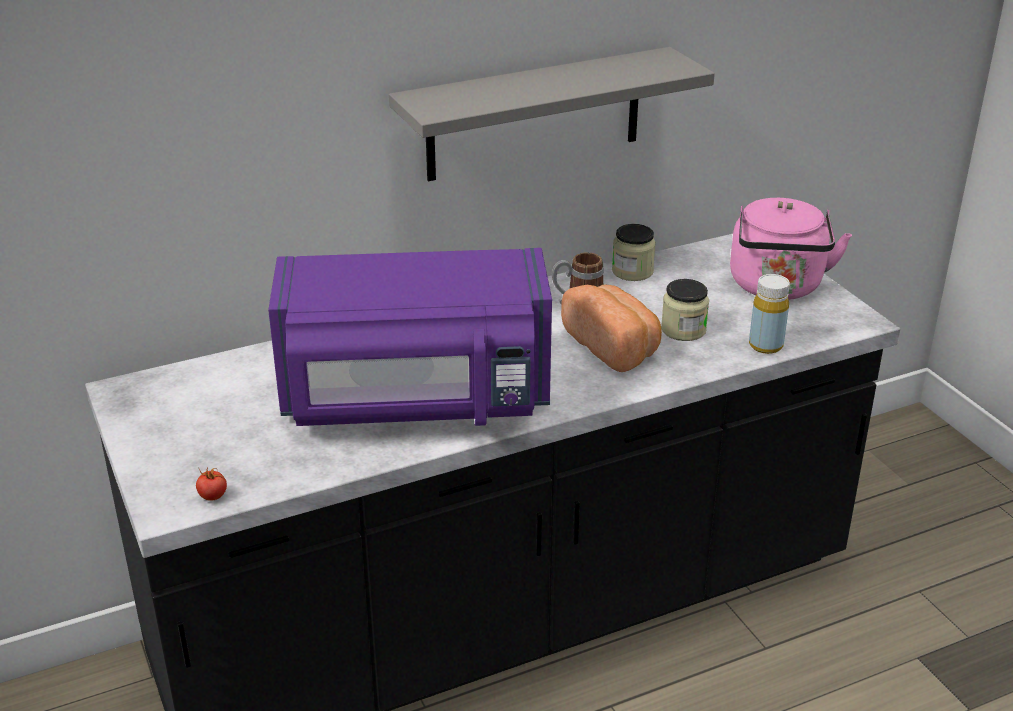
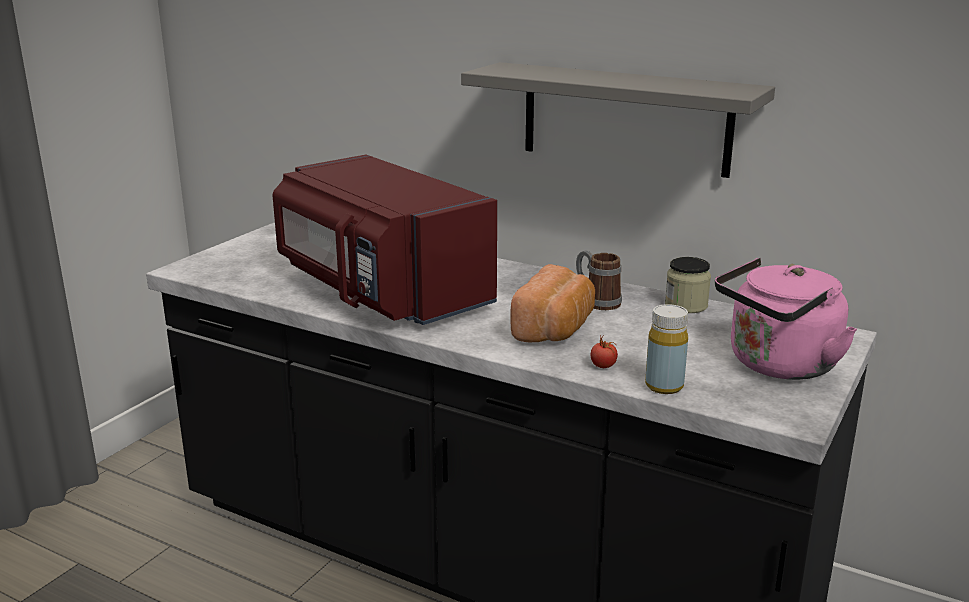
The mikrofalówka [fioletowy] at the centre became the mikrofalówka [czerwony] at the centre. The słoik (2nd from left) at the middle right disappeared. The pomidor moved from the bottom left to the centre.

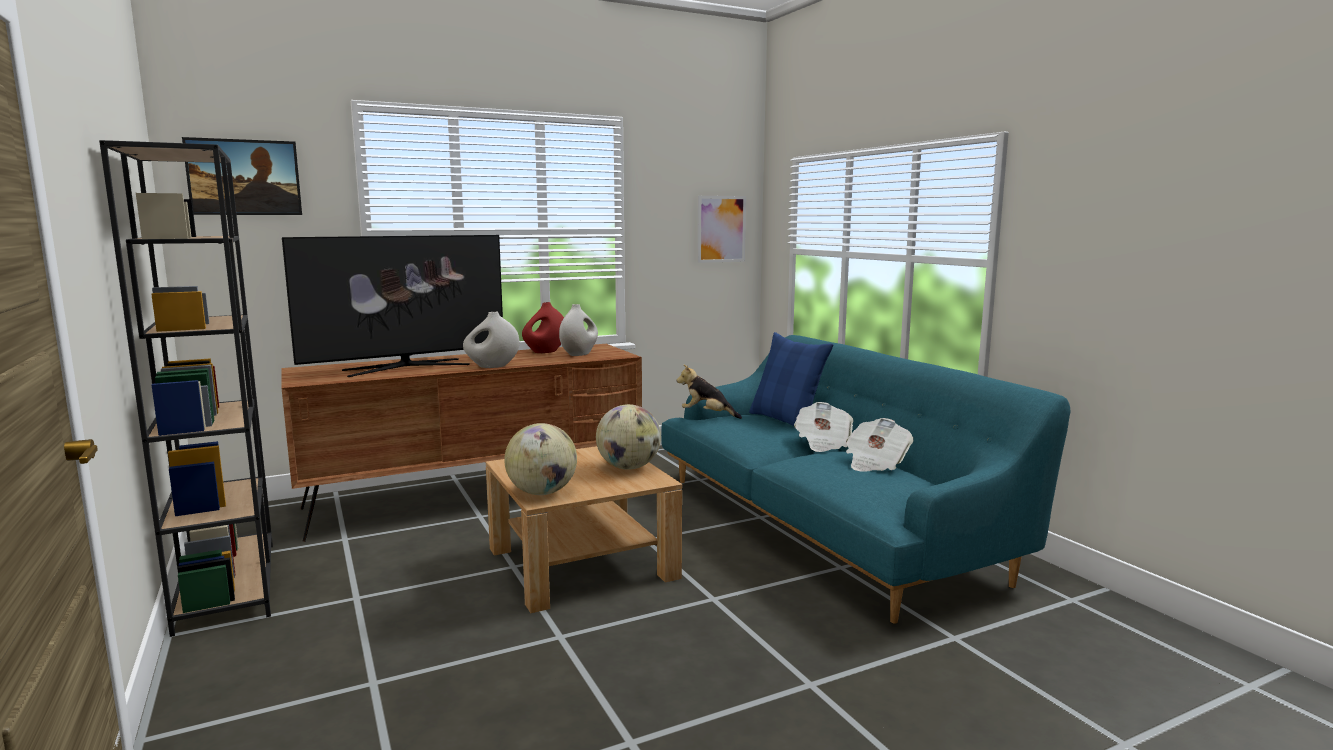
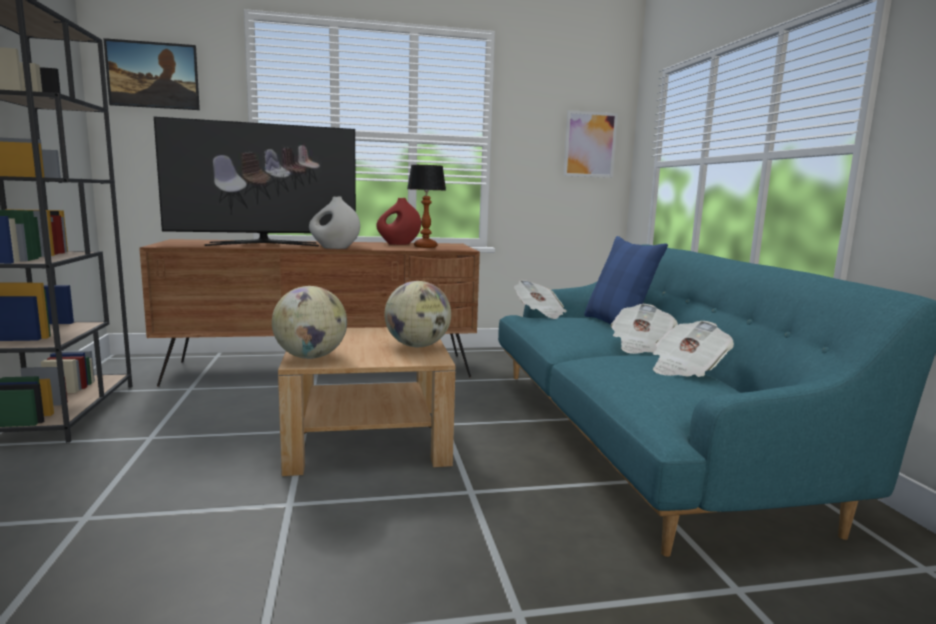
The wazon [biały] (2nd from left) at the centre was replaced by the lampa stołowa at the top centre. The pluszak at the centre was replaced by the gazeta (1st from left) at the centre.

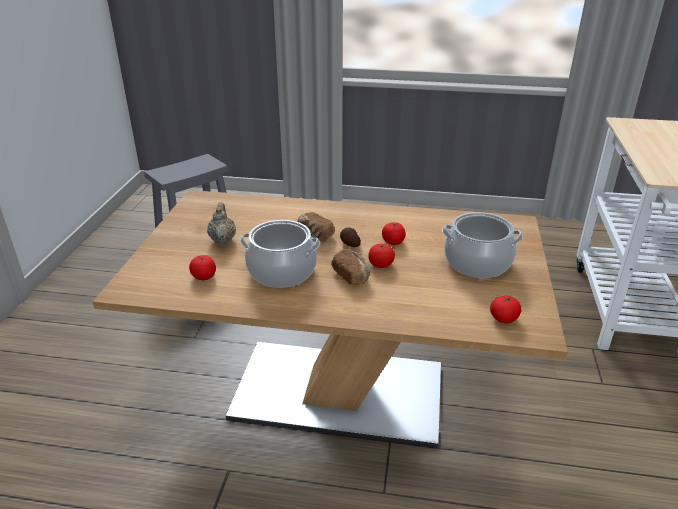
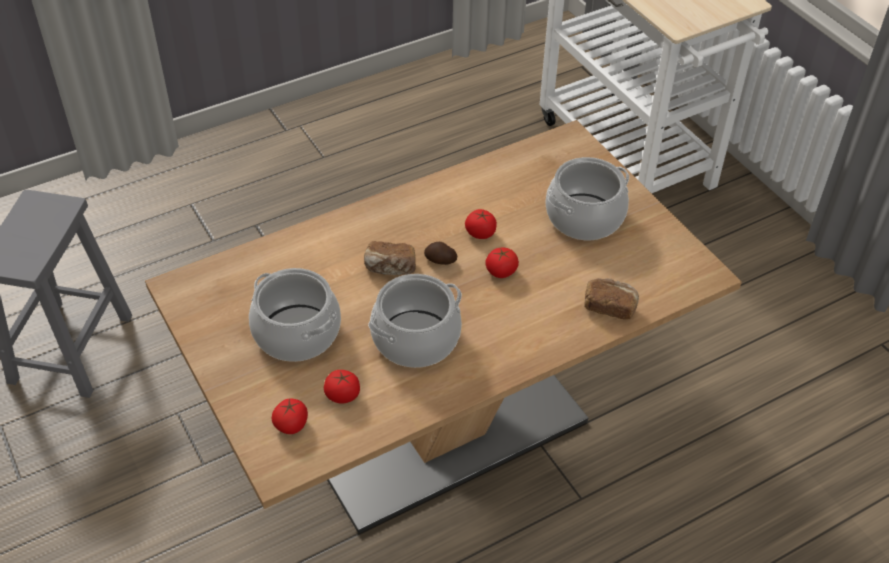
The imbryk [beżowy] at the middle left was replaced by the garnek (1st from left) at the middle left. The chleb (2nd from left) moved from the centre to the middle right. The pomidor (4th from left in the first image) moved from the middle right to the bottom left.

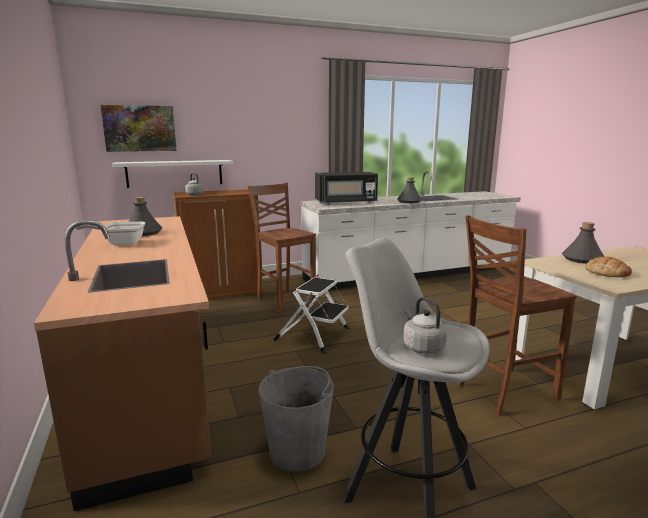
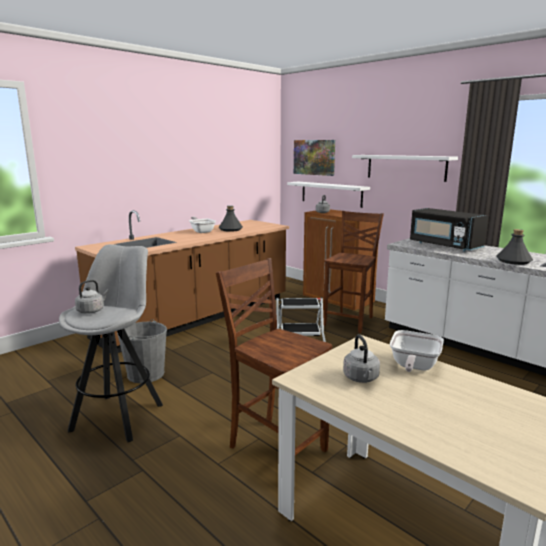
The butelka [szary] (3rd from left) at the middle right was replaced by the patelnia (2nd from left) at the middle right. The chleb at the middle right was replaced by the czajnik [szary] (3rd from left) at the centre. The półka [biały] (2nd from left) at the top right appeared.

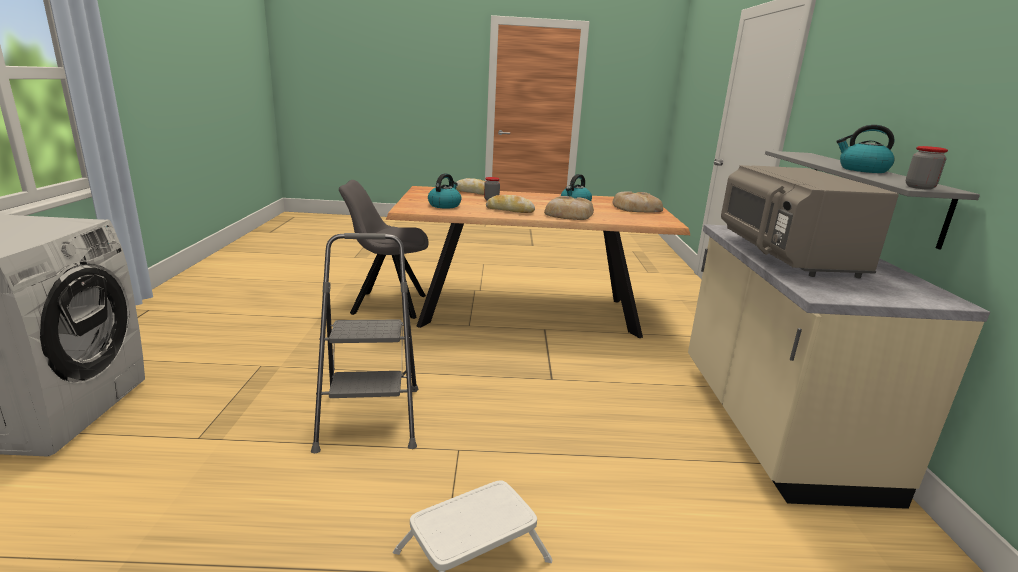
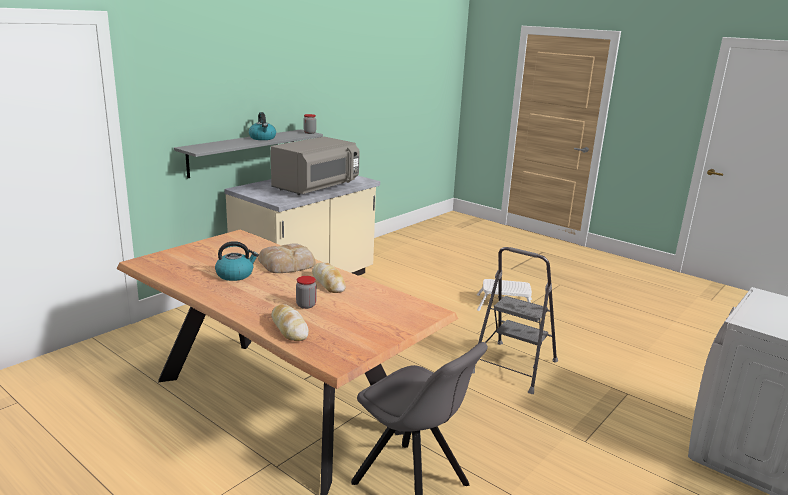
The czajnik (1st from left) at the centre disappeared. The chleb (4th from left) at the centre disappeared.

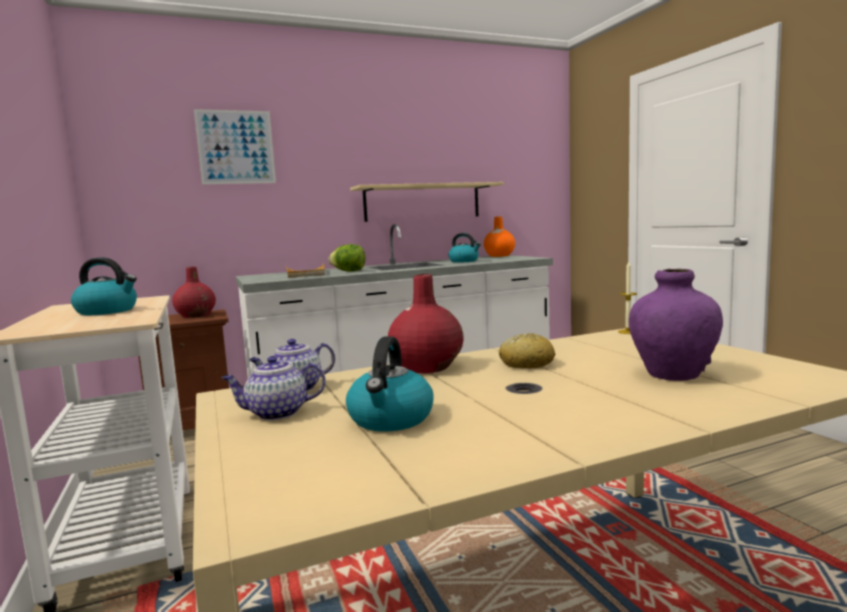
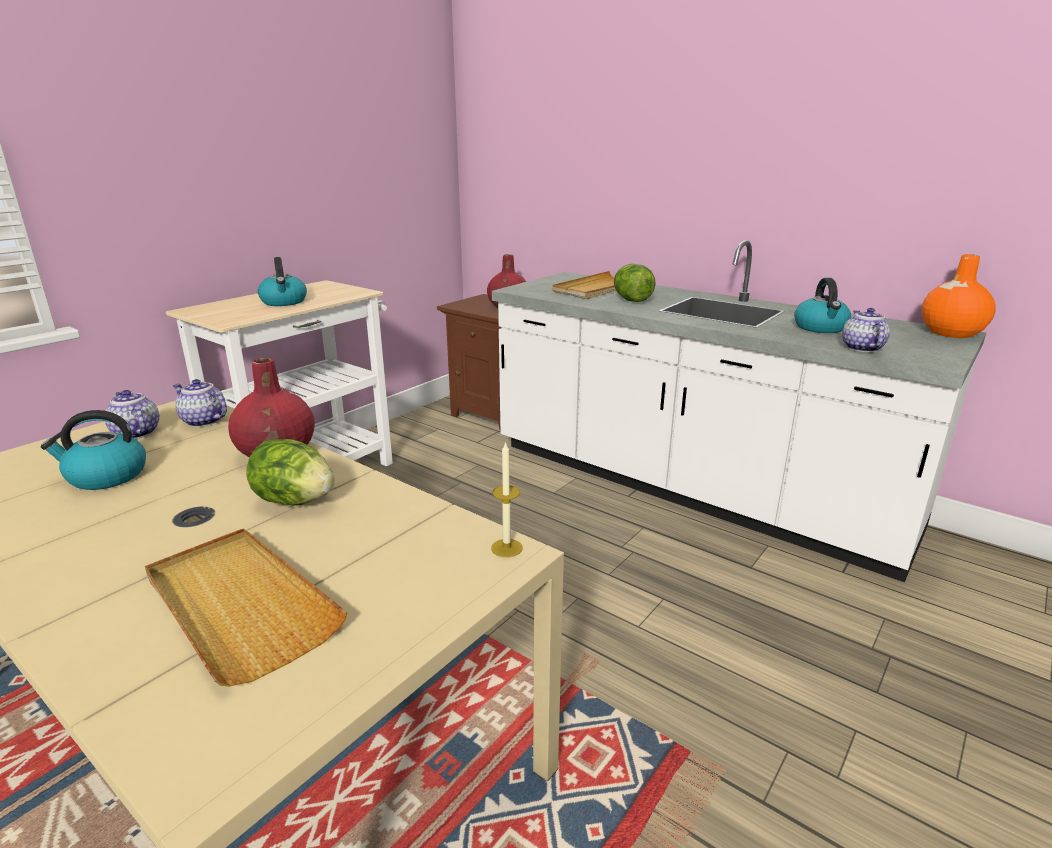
The obraz at the top left disappeared. The półka [beżowy] at the top centre disappeared. The wazon [fioletowy] at the middle right was replaced by the taca [beżowy] (1st from left) at the bottom left. The chleb at the centre was replaced by the sałata (1st from left) at the middle left. The imbryk (3rd from left) at the middle right appeared.

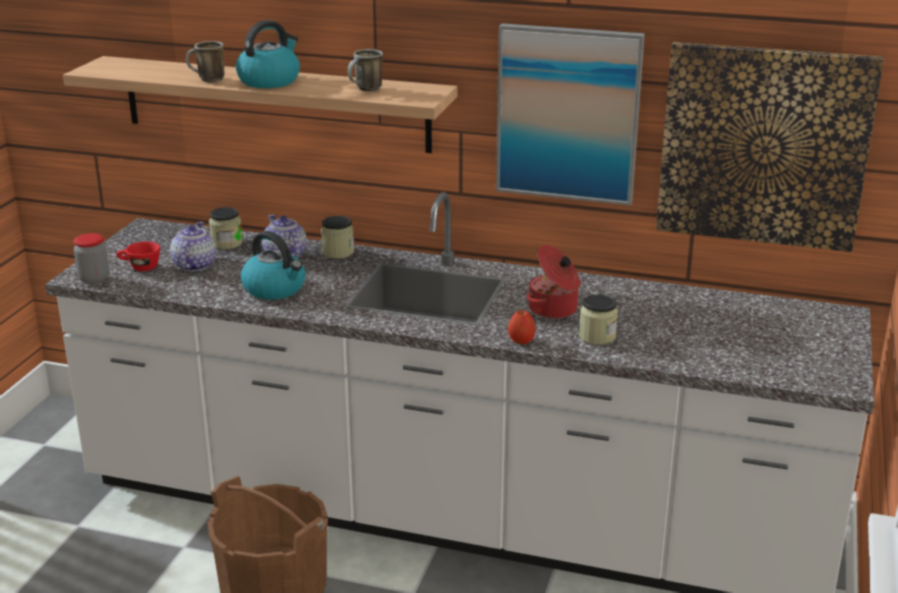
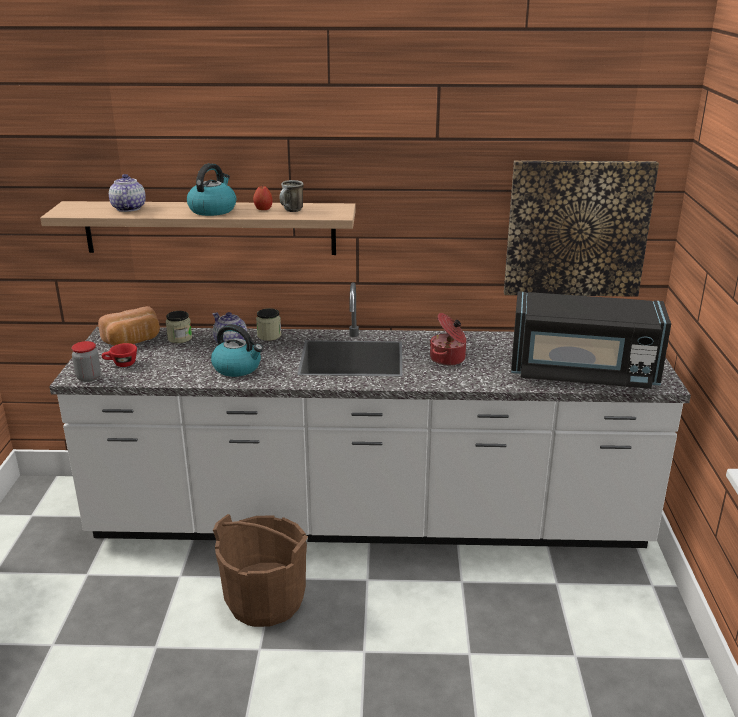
The obraz (1st from left) at the top centre disappeared. The kubek (1st from left) at the top left disappeared. The imbryk (1st from left) moved from the middle left to the top left. The słoik (4th from left) at the centre disappeared. The jabłko moved from the centre to the top centre. The mikrofalówka [czarny] at the middle right appeared. The chleb at the middle left appeared.

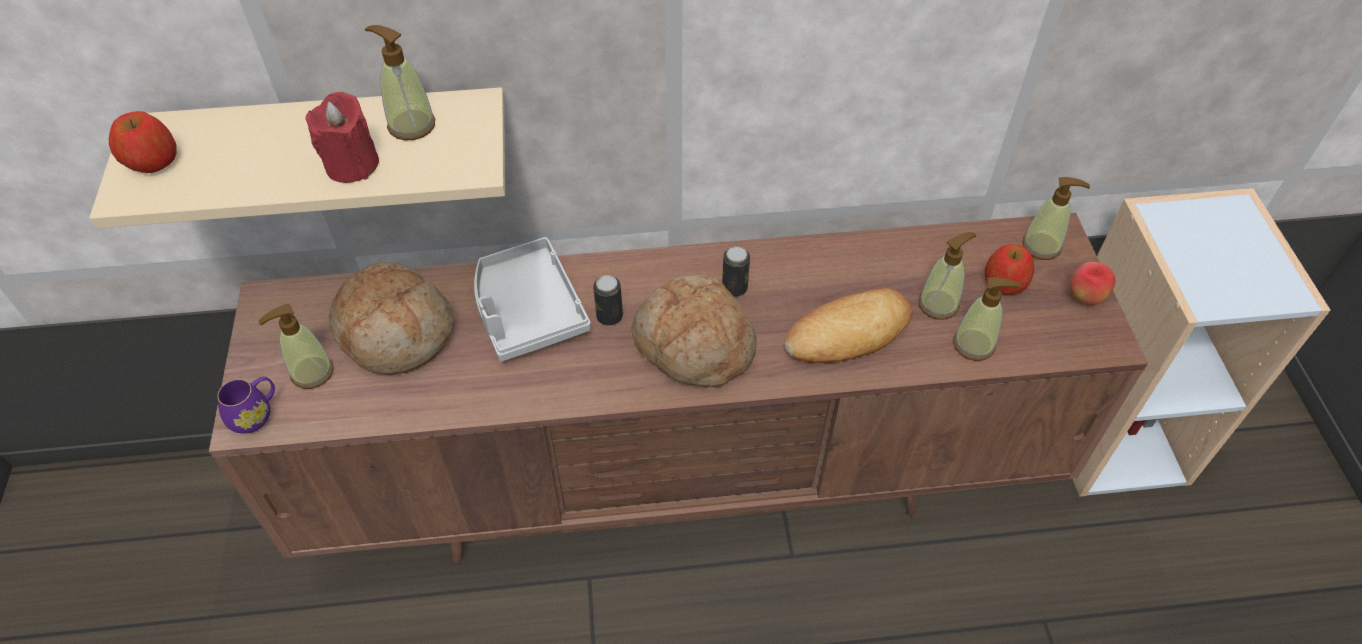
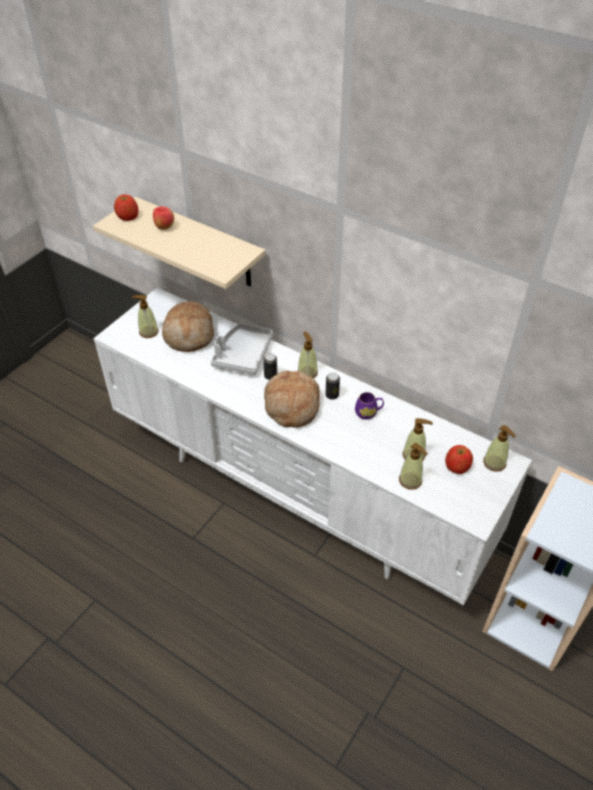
The dozownik mydła (2nd from left) moved from the top left to the centre. The świeca [czerwony] at the top left disappeared. The szafka [brązowy] at the centre became the szafka [biały] at the centre. The jabłko (3rd from left in the first image) moved from the middle right to the top left. The chleb (3rd from left) at the centre disappeared. The kubek [fioletowy] moved from the middle left to the centre.

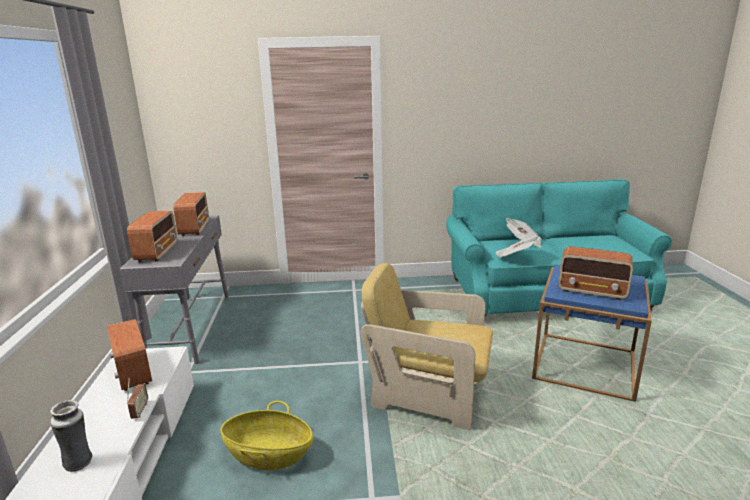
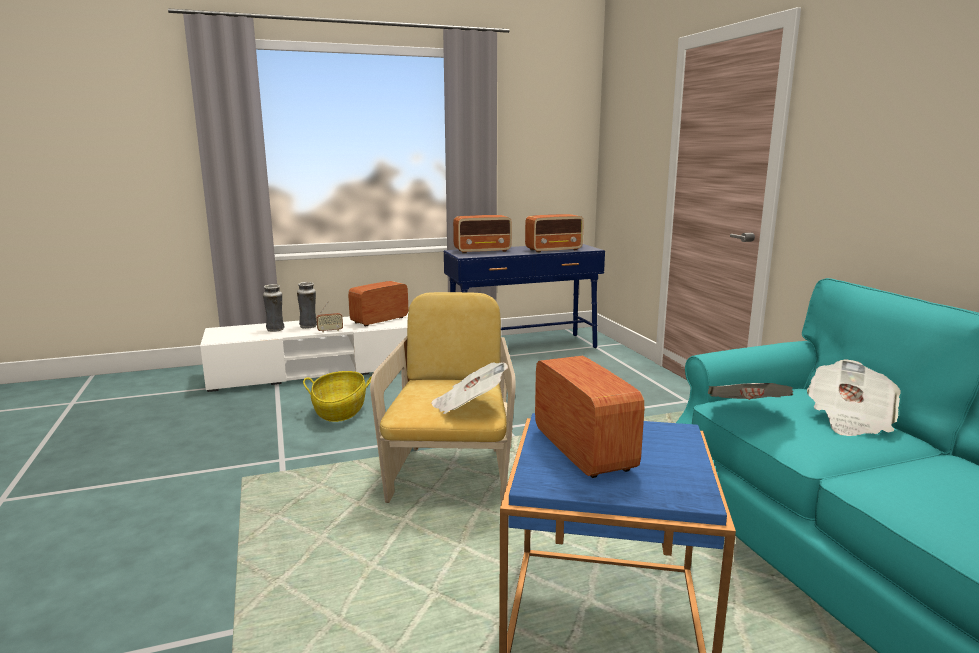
The stolik konsolowy [szary] at the middle left became the stolik konsolowy [niebieski] at the centre. The radio (5th from left) at the middle right turned 150 degrees clockwise. The wazon (2nd from left) at the middle left appeared. The gazeta (1st from left) at the centre appeared.

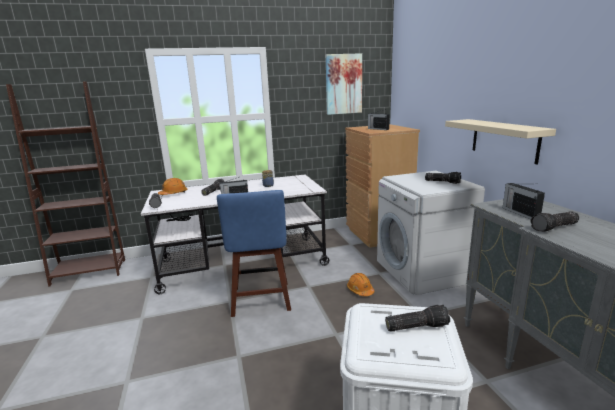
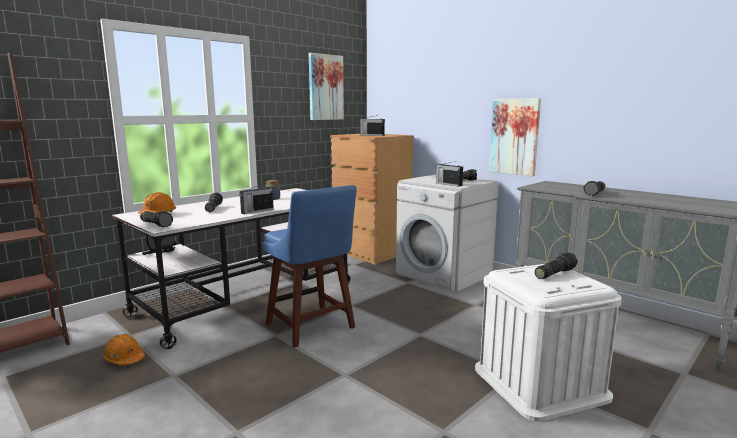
The półka [beżowy] at the middle right was replaced by the obraz (2nd from left) at the top right. The radio (3rd from left) moved from the middle right to the centre. The kask [pomarańczowy] (2nd from left in the first image) moved from the bottom centre to the bottom left.

